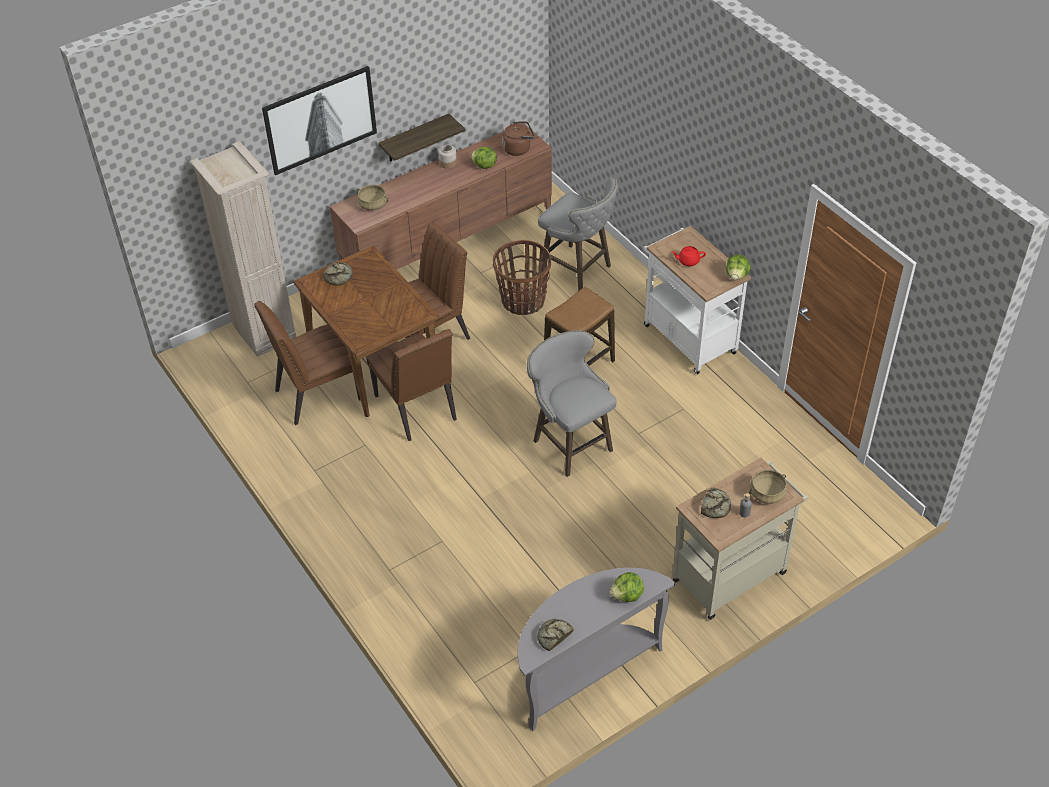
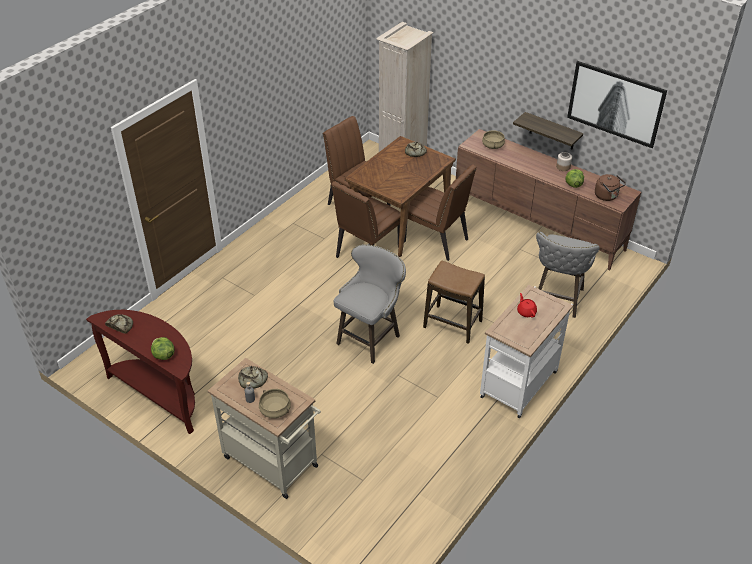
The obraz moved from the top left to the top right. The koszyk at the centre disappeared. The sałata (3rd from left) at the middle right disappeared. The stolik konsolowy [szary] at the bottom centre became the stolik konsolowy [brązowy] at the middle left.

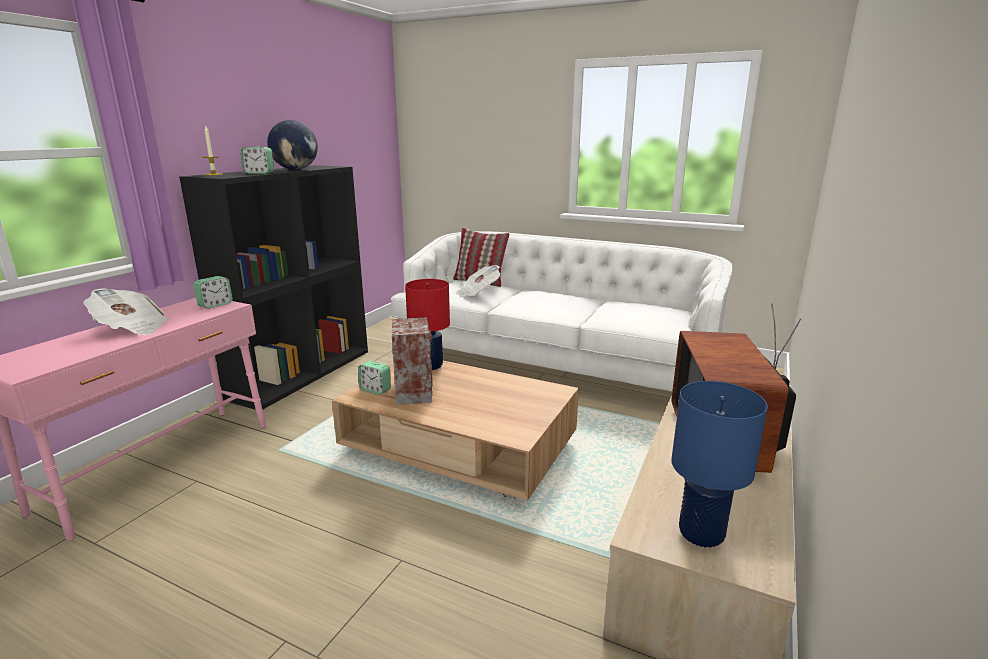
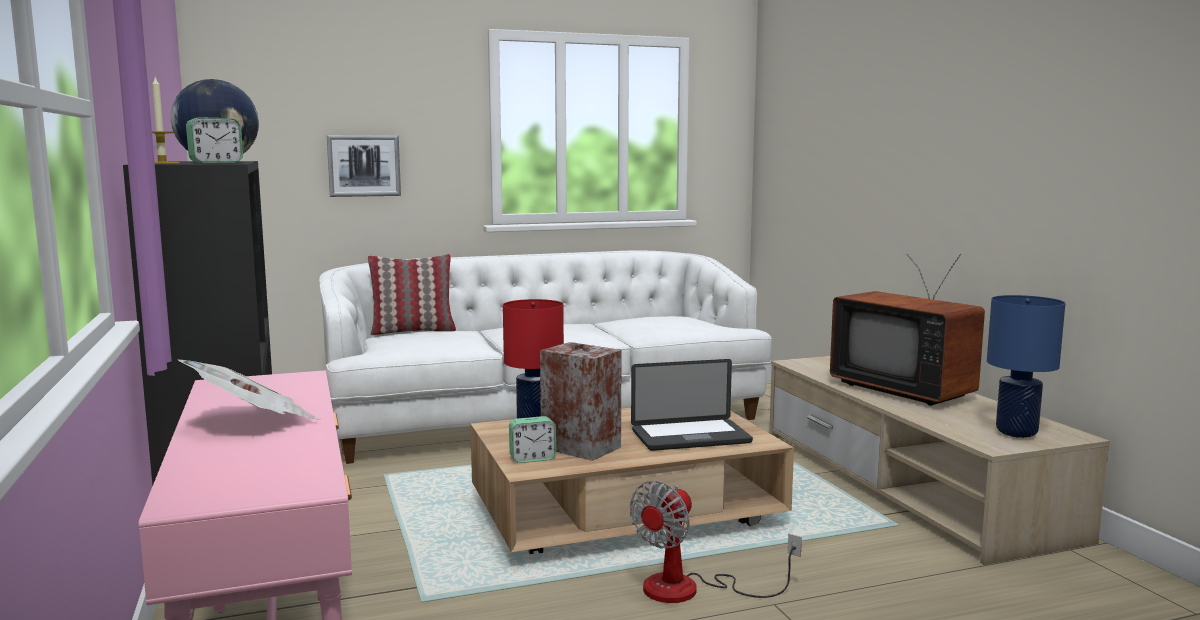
The gazeta (2nd from left) at the centre disappeared. The budzik (1st from left) at the middle left disappeared. The obraz at the top left appeared. The laptop at the centre appeared. The wentylator at the bottom centre appeared.

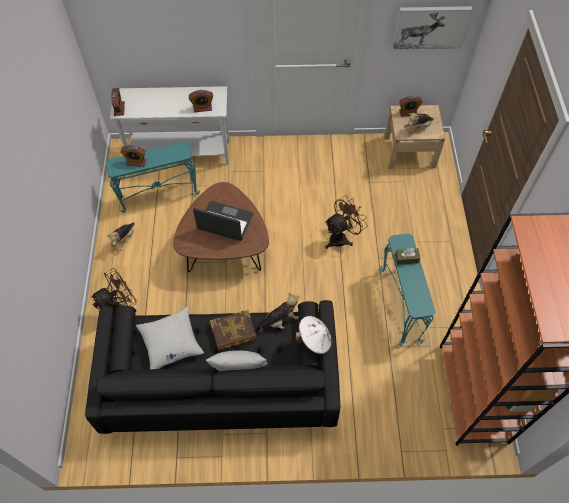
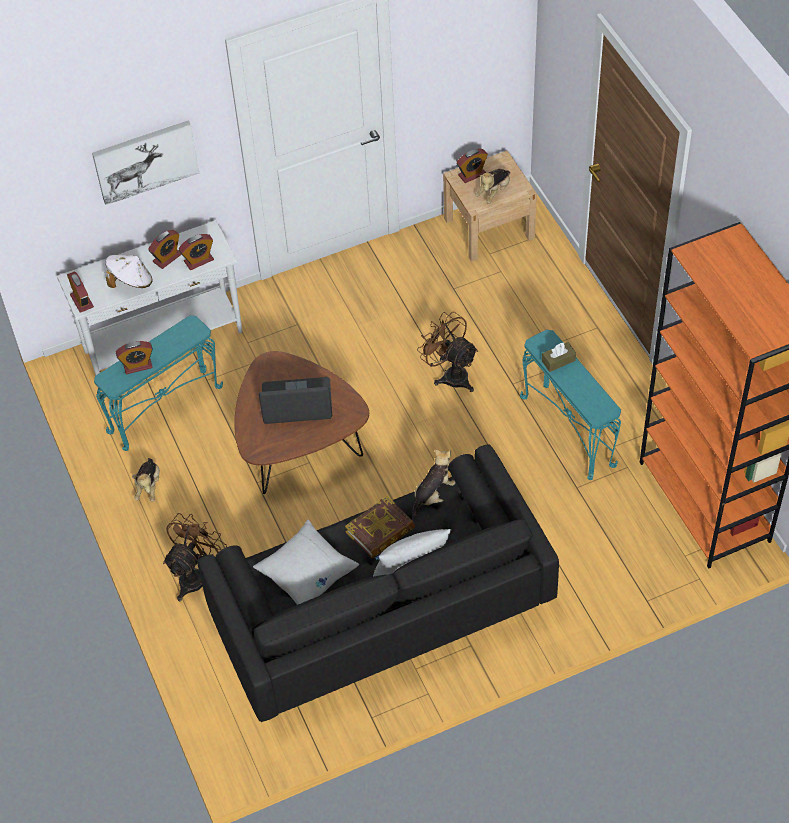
The obraz moved from the top right to the top left. The wentylator [brązowy] (2nd from left) at the centre turned 75 degrees counterclockwise. The kapelusz [biały] moved from the centre to the top left. The budzik (3rd from left) at the top left appeared.

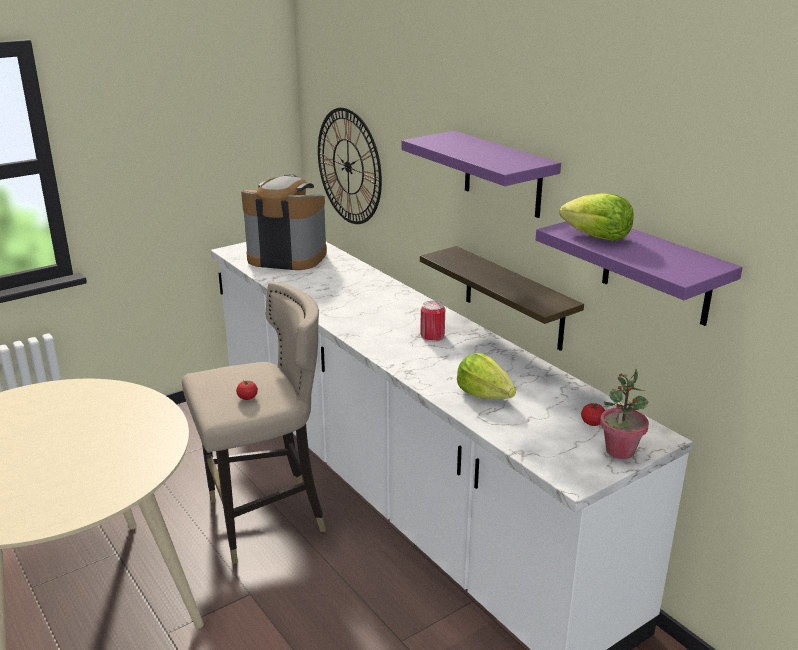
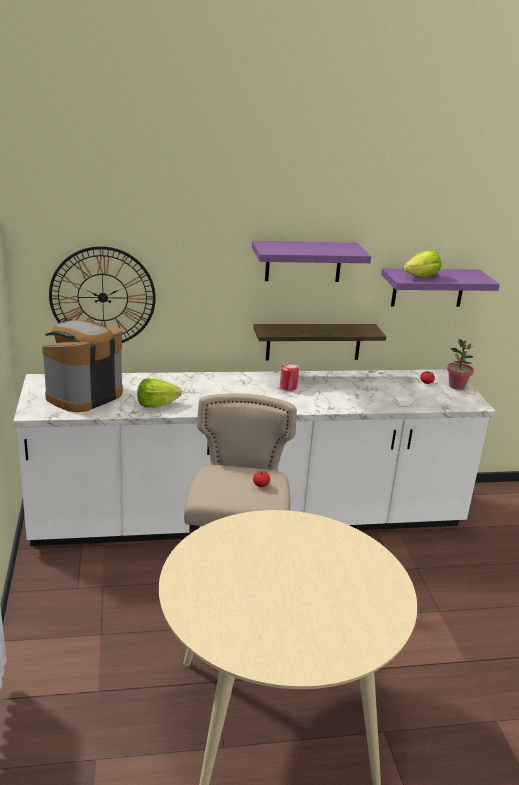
The sałata (1st from left) moved from the centre to the middle left.

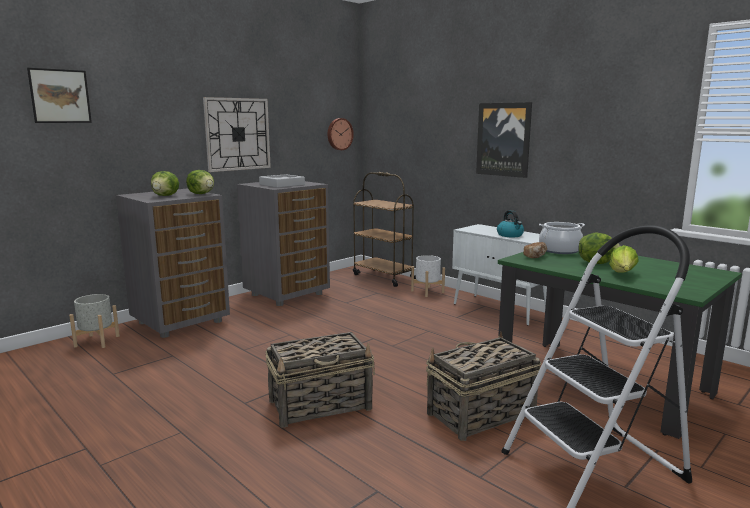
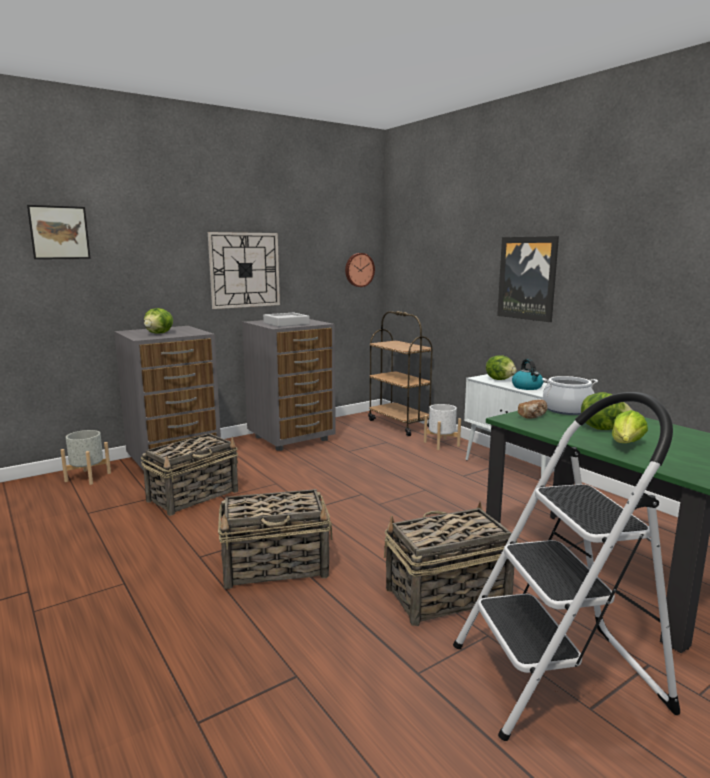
The sałata (2nd from left) moved from the middle left to the middle right. The koszyk (1st from left) at the middle left appeared.

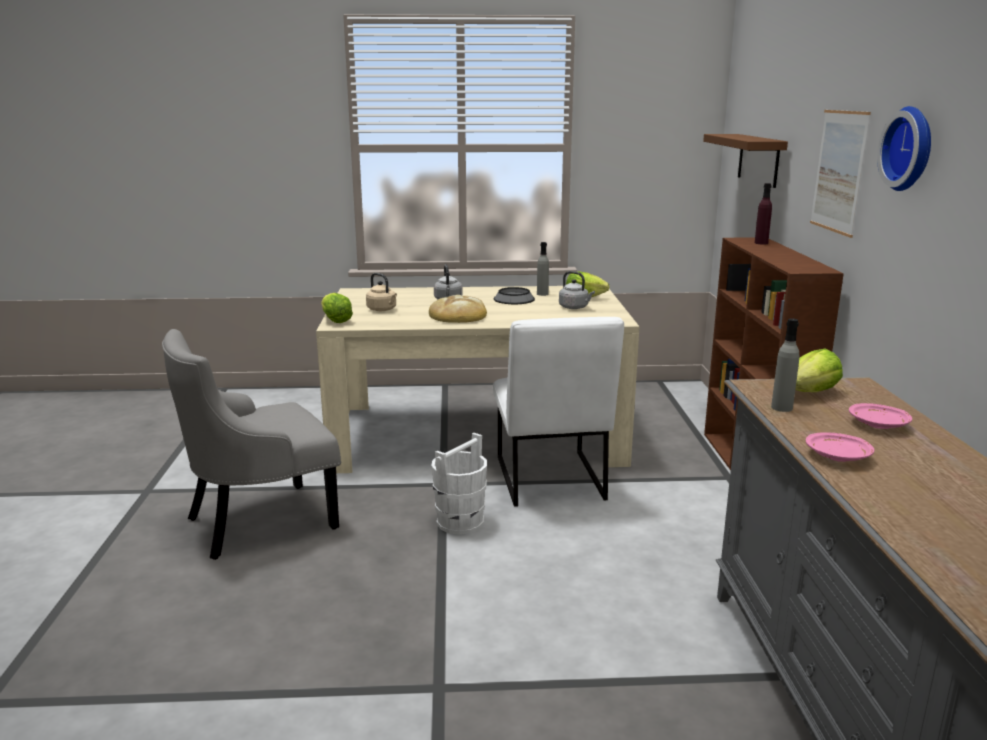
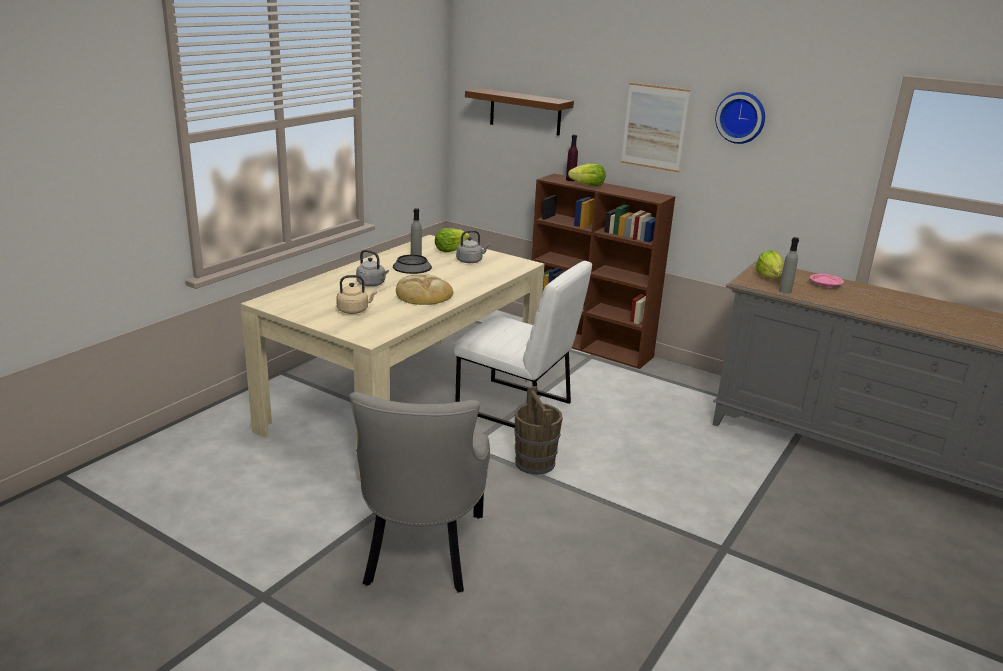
The sałata (1st from left in the first image) moved from the centre to the top centre. The talerz [różowy] (1st from left) at the middle right disappeared. The wiadro [biały] at the centre became the wiadro [brązowy] at the centre.

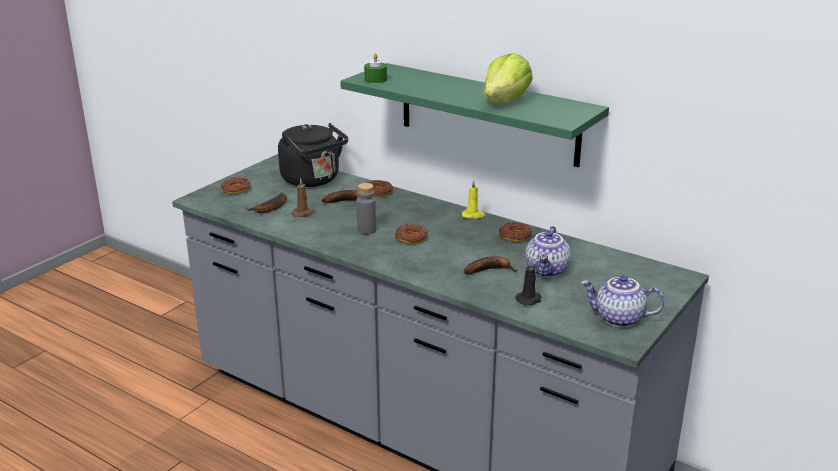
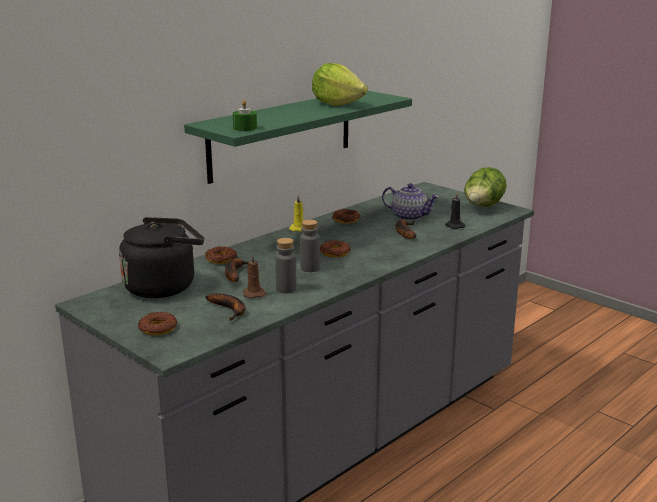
The imbryk (2nd from left) at the middle right was replaced by the sałata (2nd from left) at the middle right. The butelka [szary] (1st from left) at the centre appeared.

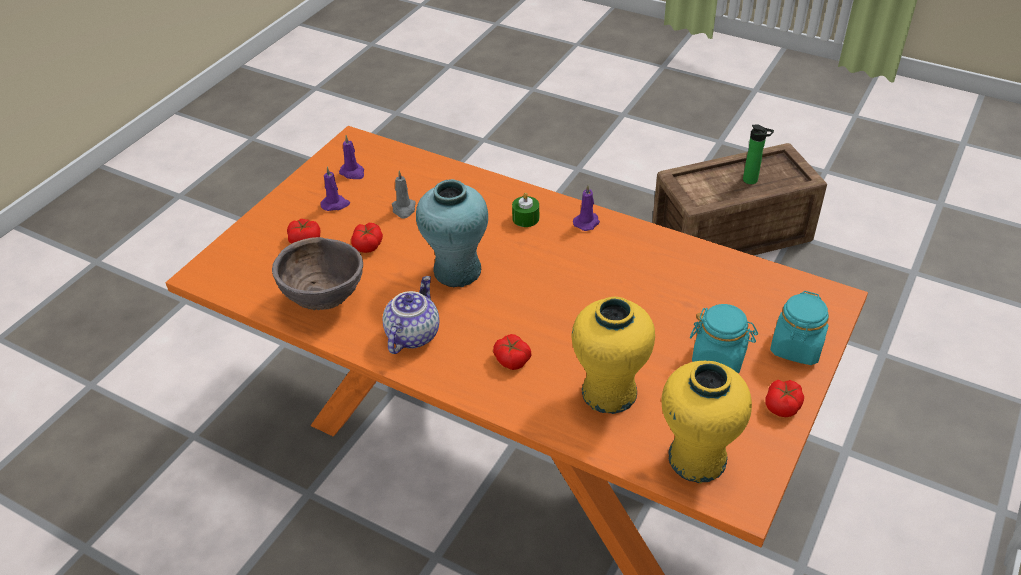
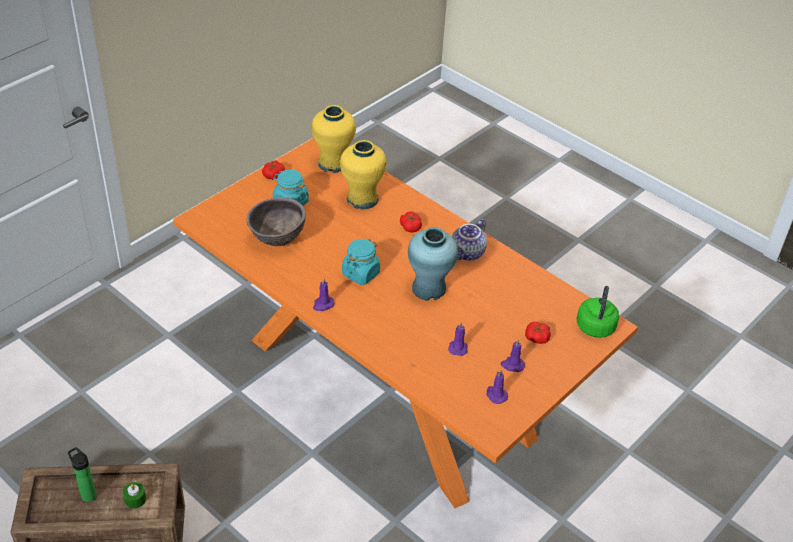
The świeca [szary] at the centre became the świeca [fioletowy] (2nd from left) at the centre. The świeca [zielony] moved from the centre to the bottom left. The pomidor (2nd from left) at the centre disappeared. The miska [brązowy] moved from the middle left to the centre. The słoik [turkusowy] (2nd from left) moved from the middle right to the centre. The czajnik [zielony] at the middle right appeared.

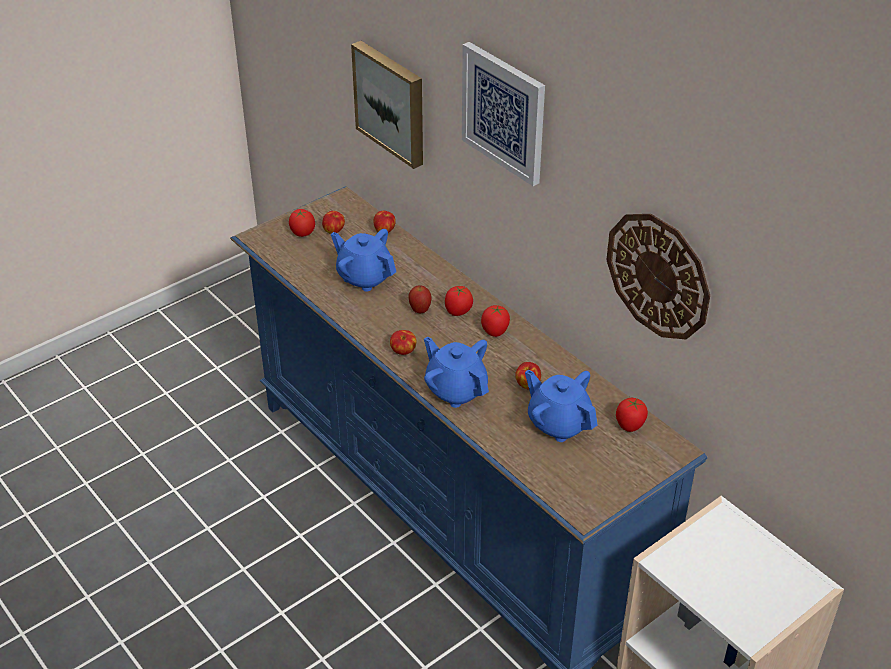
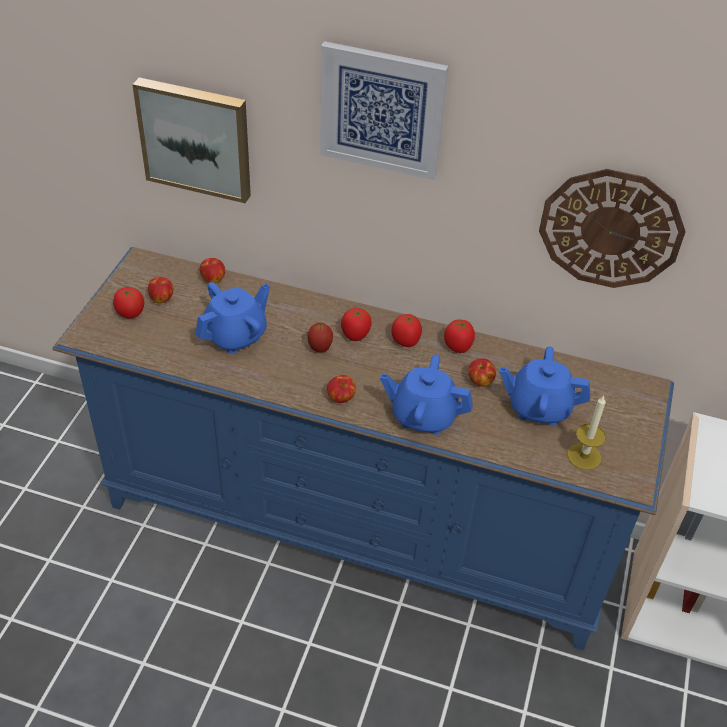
The imbryk [niebieski] (1st from left) at the centre turned 135 degrees clockwise. The pomidor (4th from left) moved from the middle right to the centre. The świeca at the middle right appeared.

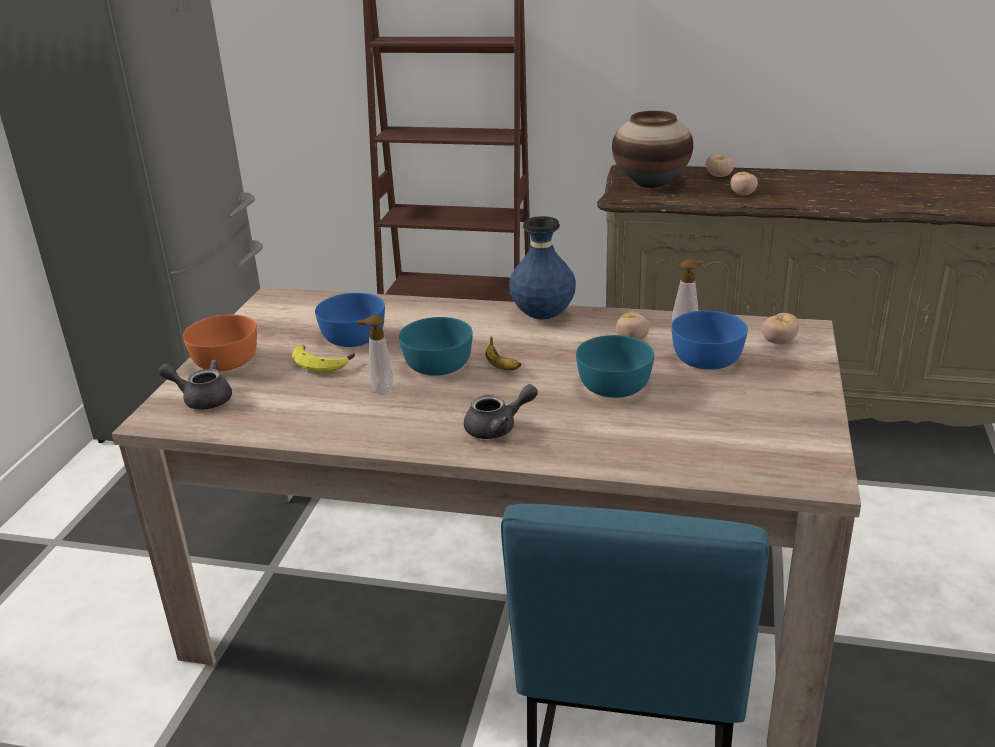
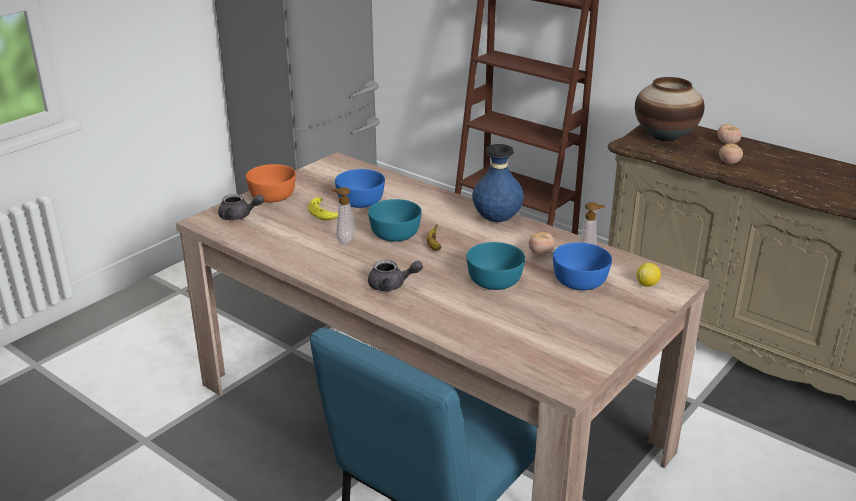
The pomidor (4th from left) at the middle right was replaced by the cytryna at the middle right. The imbryk [szary] (1st from left) at the middle left turned 150 degrees clockwise.

